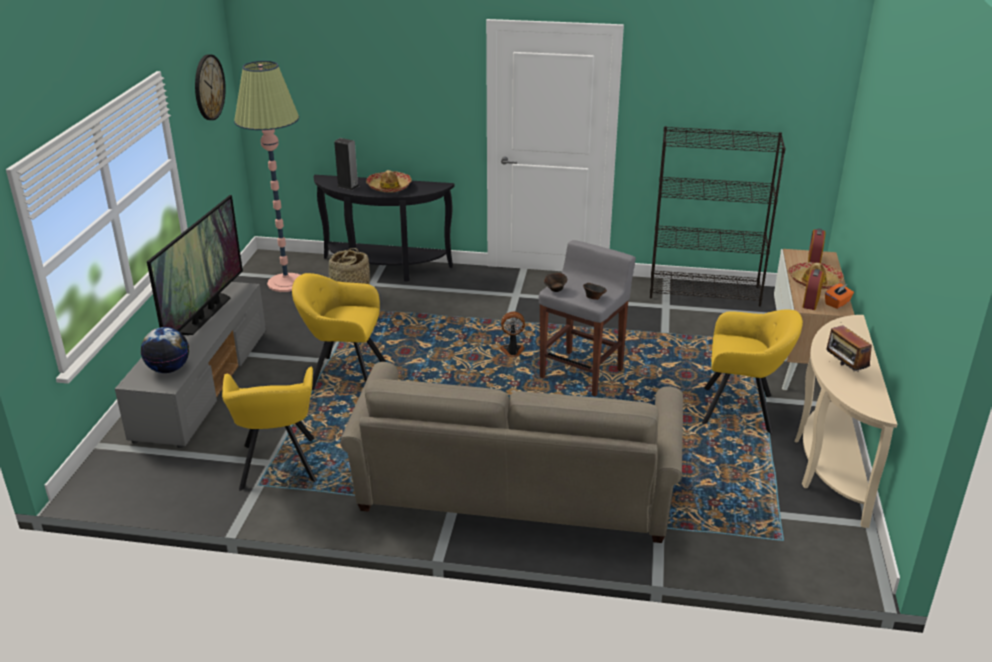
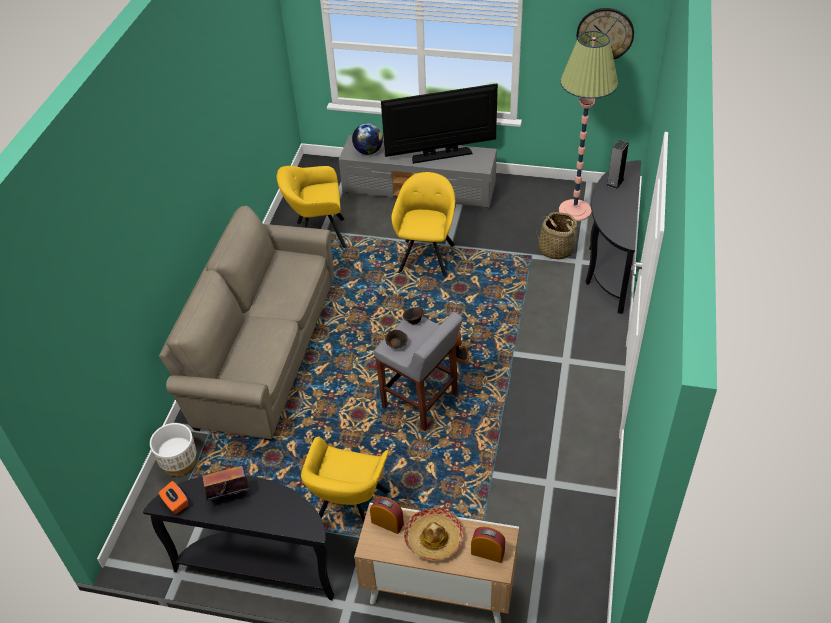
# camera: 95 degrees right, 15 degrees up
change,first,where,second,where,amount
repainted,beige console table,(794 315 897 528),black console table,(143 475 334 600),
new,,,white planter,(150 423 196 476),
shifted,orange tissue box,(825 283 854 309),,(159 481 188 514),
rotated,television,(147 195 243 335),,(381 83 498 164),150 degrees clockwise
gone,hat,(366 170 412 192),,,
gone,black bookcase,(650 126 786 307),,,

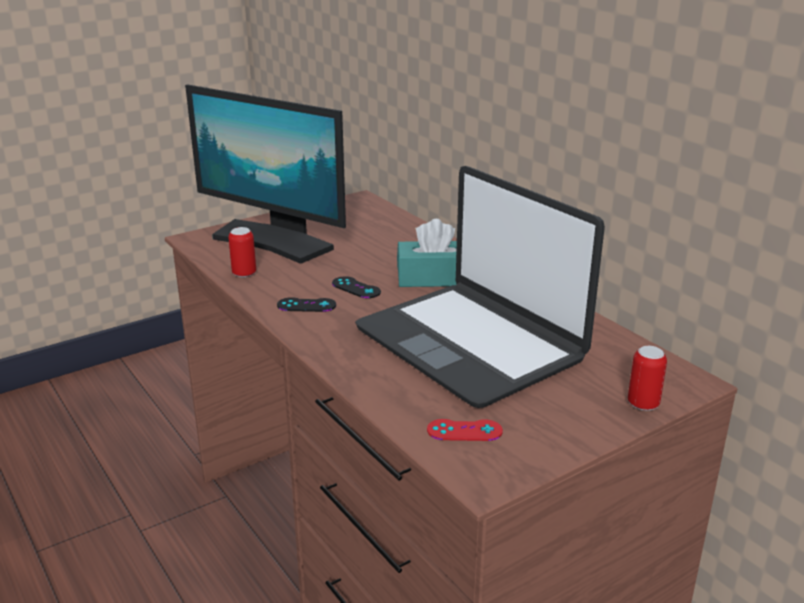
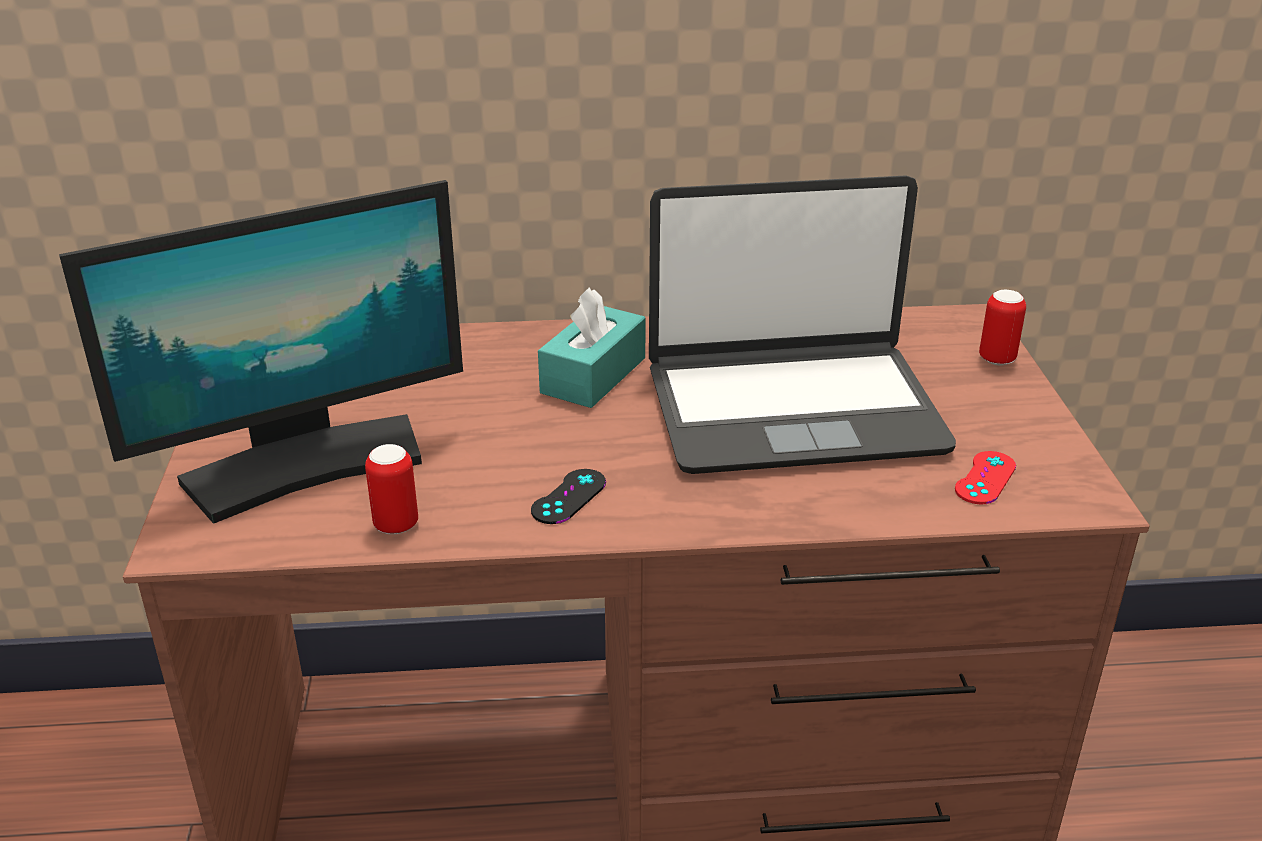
# camera: 60 degrees left, 5 degrees up
change,first,where,second,where,amount
gone,black game controller,(332 276 381 298),,,

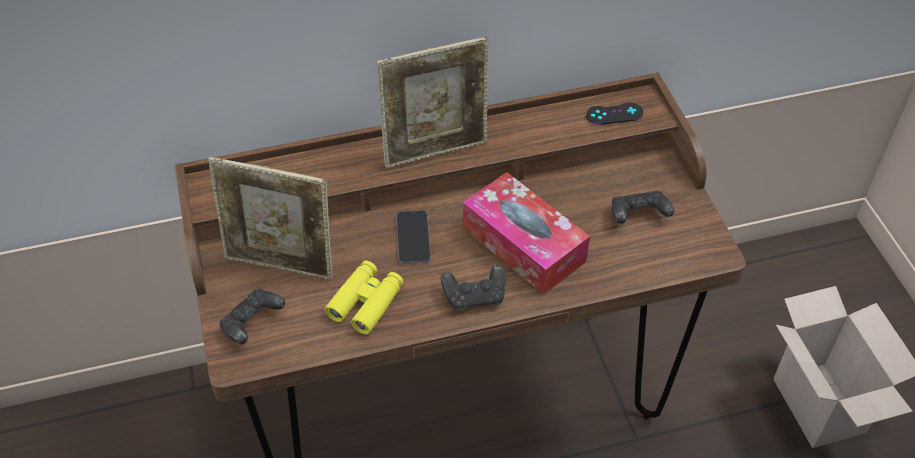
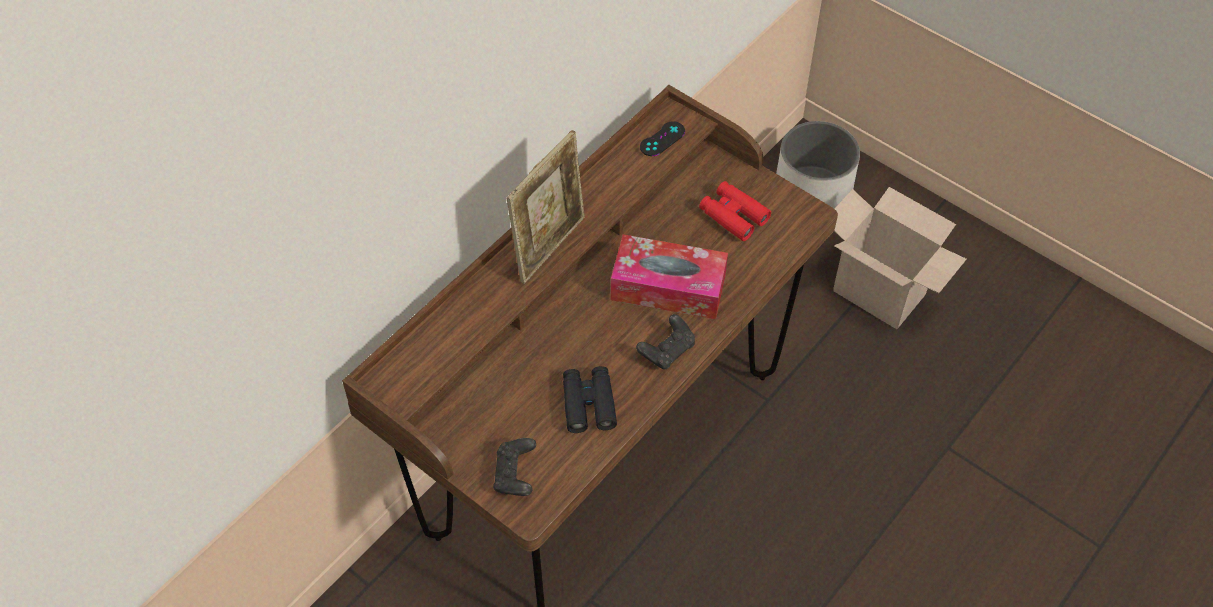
# camera: 35 degrees left, 5 degrees up
change,first,where,second,where,amount
repainted,yellow binoculars,(325 260 404 335),black binoculars,(563 366 617 433),
swapped,black game controller,(612 191 674 224),red binoculars,(699 181 771 241),
new,,,white planter,(776 121 860 209),
gone,picture frame,(208 157 333 280),,,
gone,phone,(396 210 431 264),,,

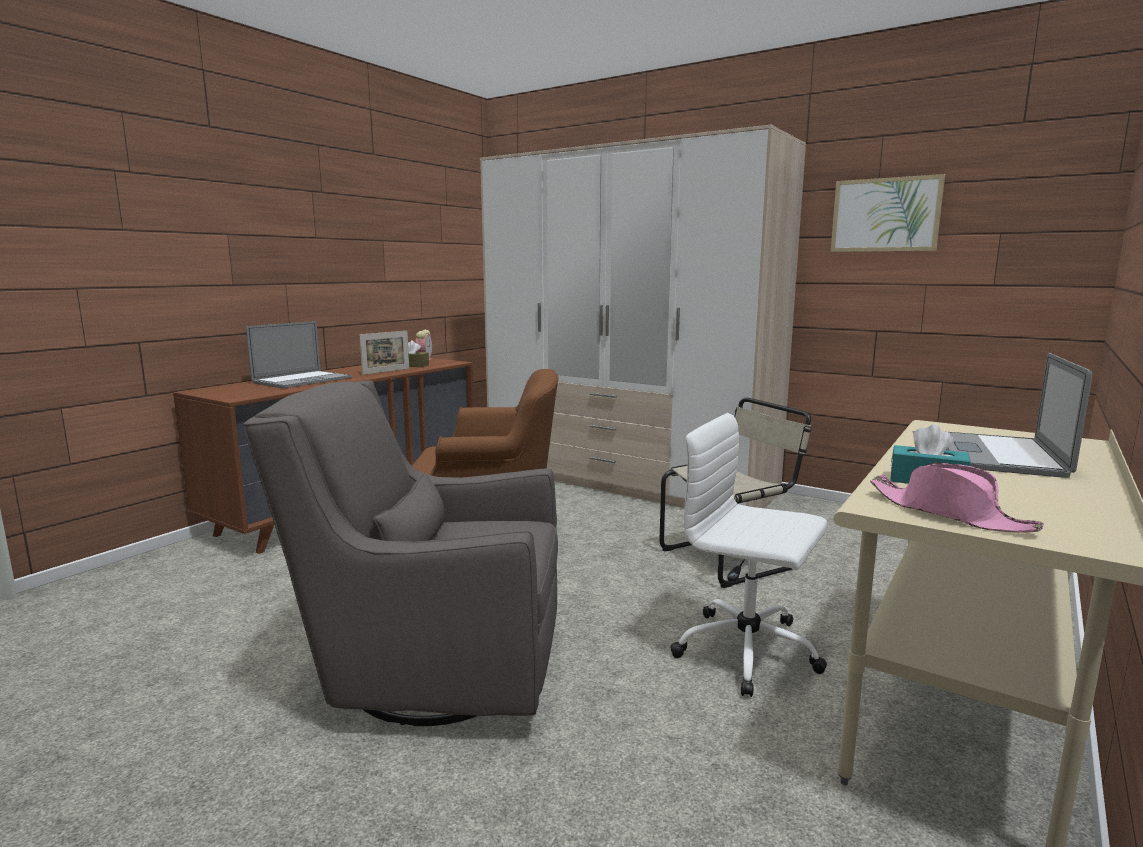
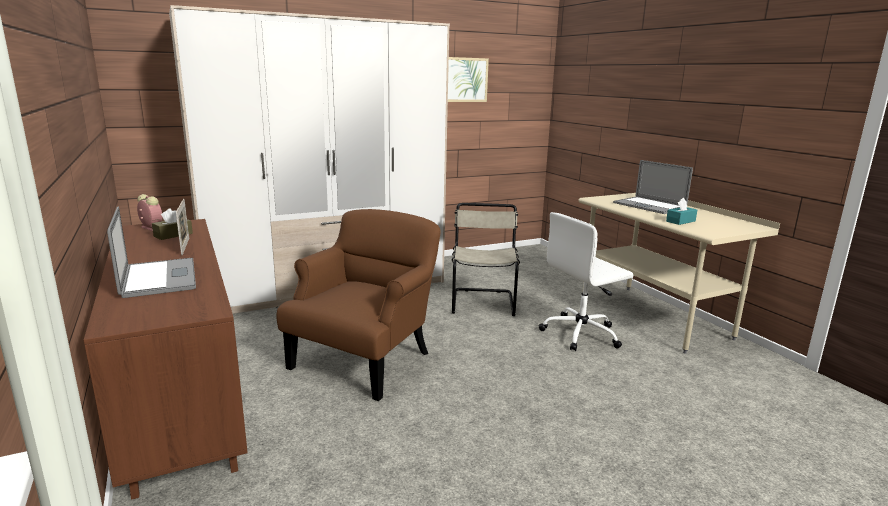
# camera: 60 degrees left, 5 degrees up
change,first,where,second,where,amount
gone,grey armchair,(243 380 558 726),,,
gone,pink hat,(870 463 1044 533),,,

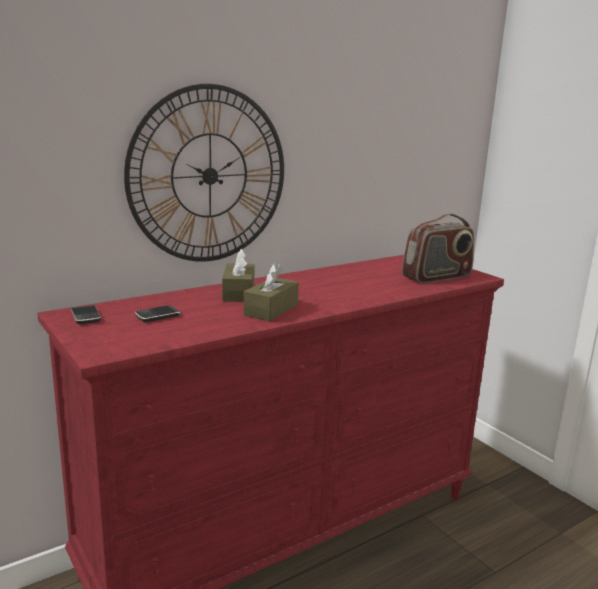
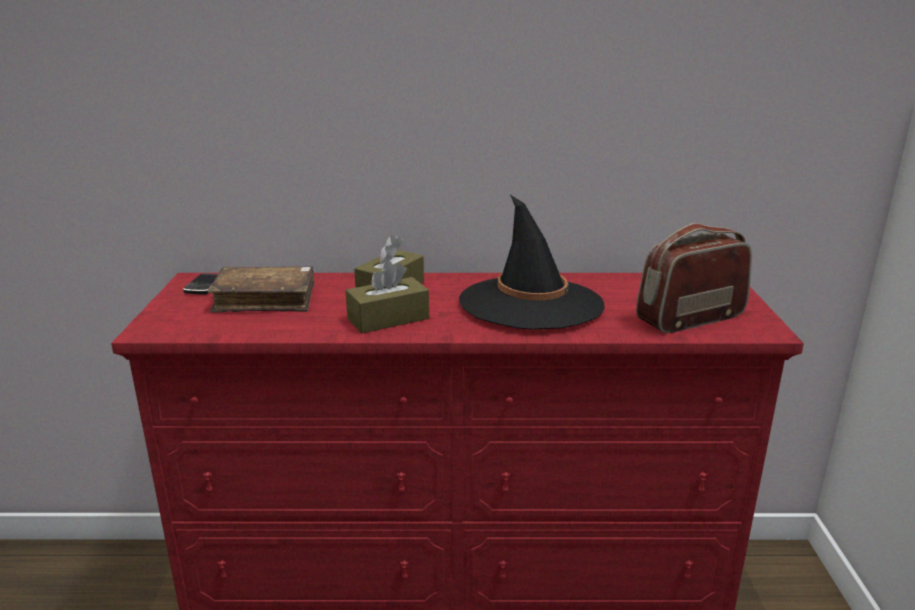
# camera: 35 degrees right, 5 degrees up
change,first,where,second,where,amount
swapped,phone,(135 305 182 322),brown book,(208 266 314 312),
new,,,black hat,(459 195 605 330),
rotated,radio,(402 214 474 283),,(636 223 752 333),150 degrees clockwise
gone,wall clock,(124 84 284 262),,,

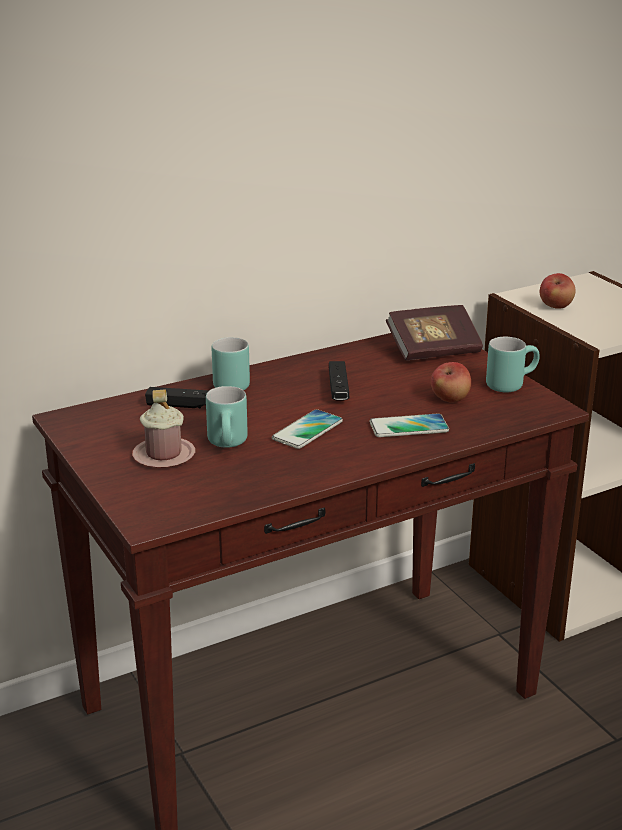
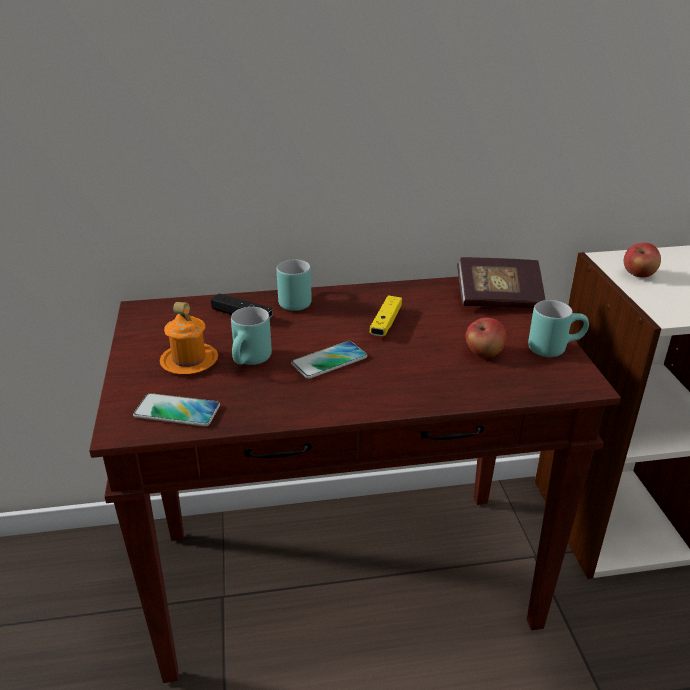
# camera: 20 degrees right, 5 degrees up
change,first,where,second,where,amount
shifted,phone,(369 413 449 437),,(133 393 220 427),
repainted,pink mug,(132 390 195 468),orange mug,(159 302 218 375),
repainted,black game controller,(329 361 349 401),yellow game controller,(370 295 402 336),

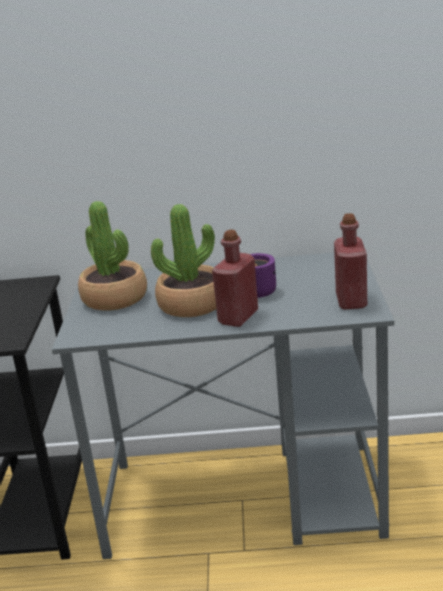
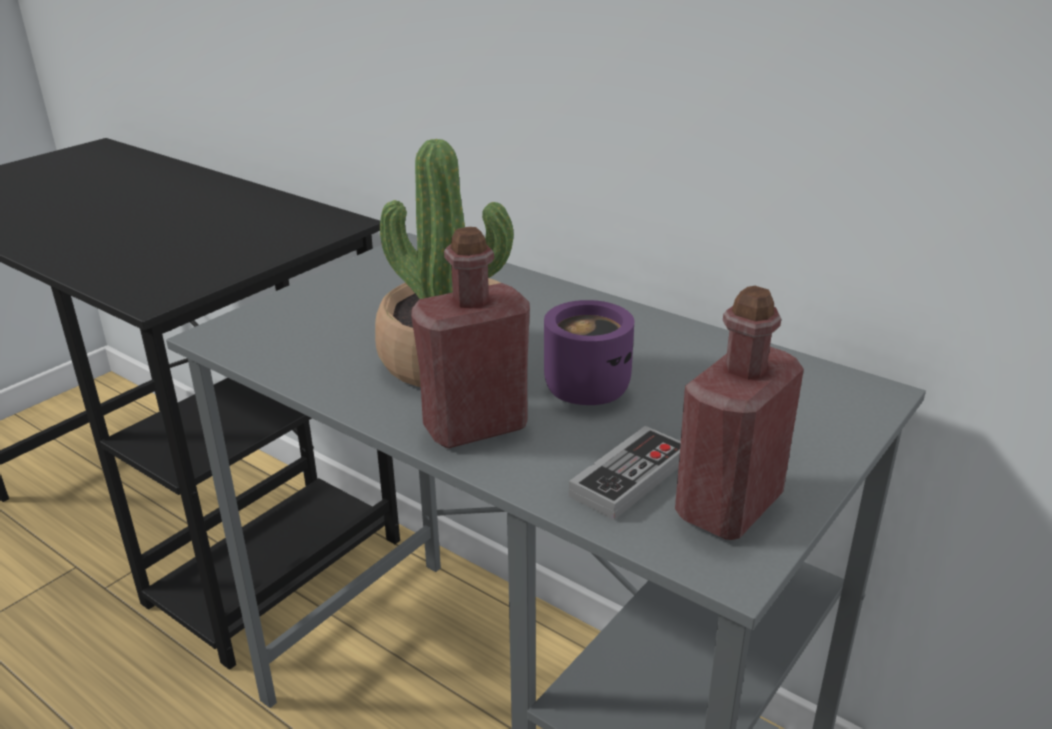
# camera: 35 degrees right, 5 degrees up
change,first,where,second,where,amount
new,,,game controller,(569 426 681 520),
gone,potted plant,(78 201 147 311),,,

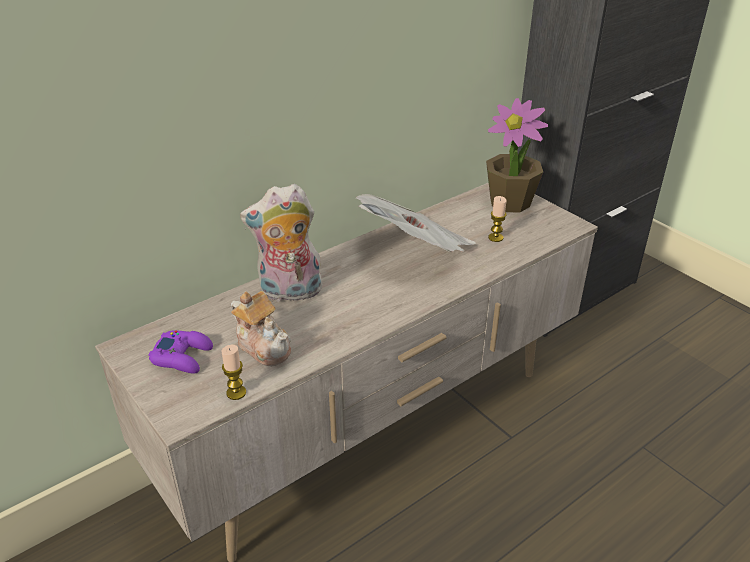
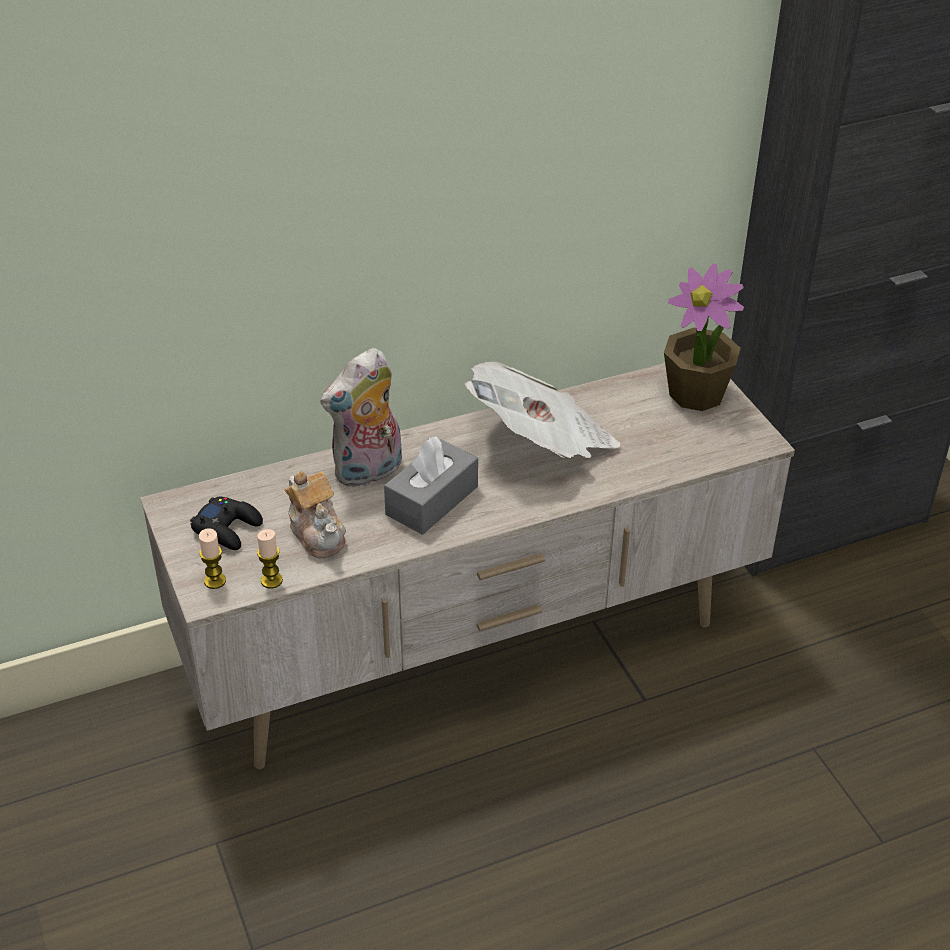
# camera: 15 degrees right, 5 degrees up
change,first,where,second,where,amount
repainted,purple game controller,(148 330 213 374),black game controller,(190 497 263 550),
shifted,candle,(488 196 507 242),,(199 528 226 589),
rotated,plush toy,(240 184 322 302),,(320 348 402 487),45 degrees counterclockwise
new,,,grey tissue box,(384 436 478 535),

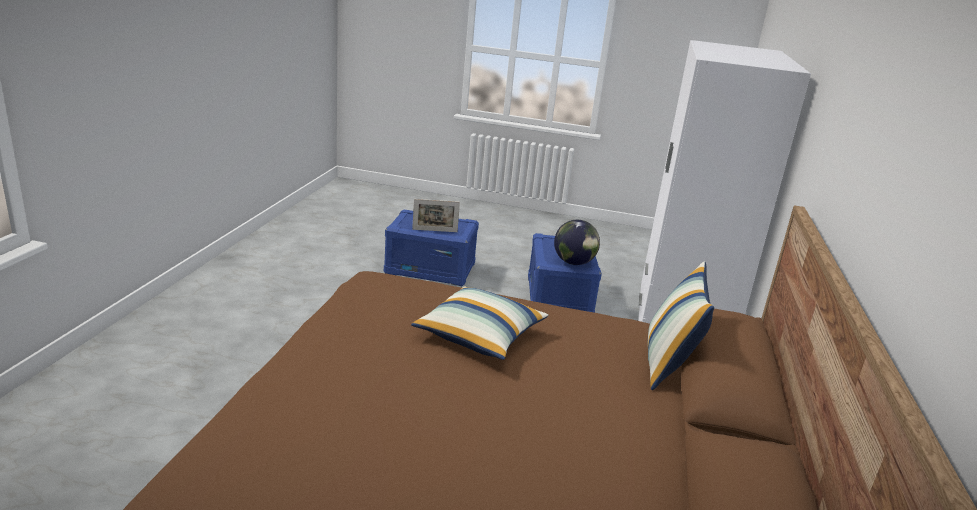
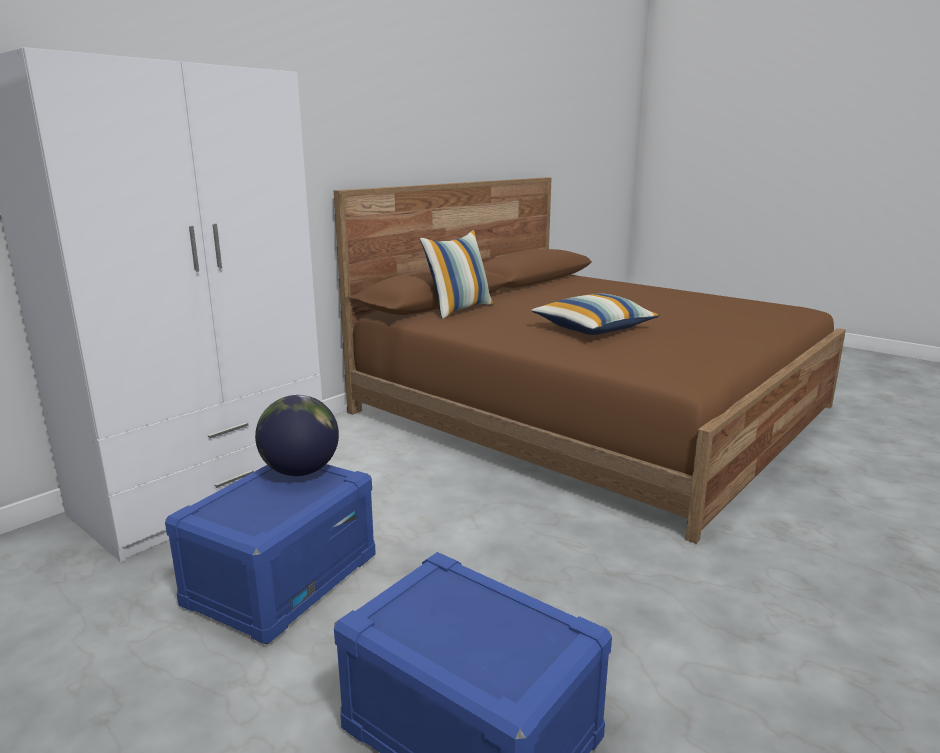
# camera: 150 degrees left, 5 degrees down
change,first,where,second,where,amount
gone,picture frame,(412 199 460 232),,,

